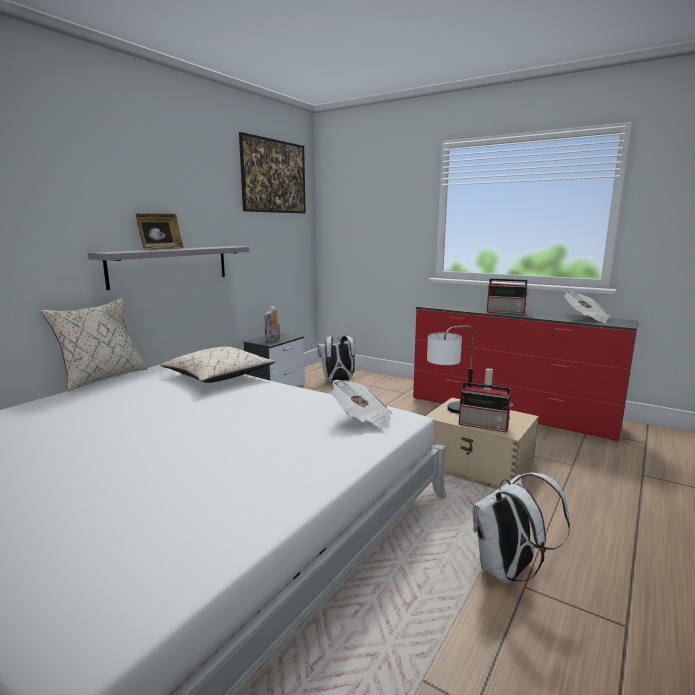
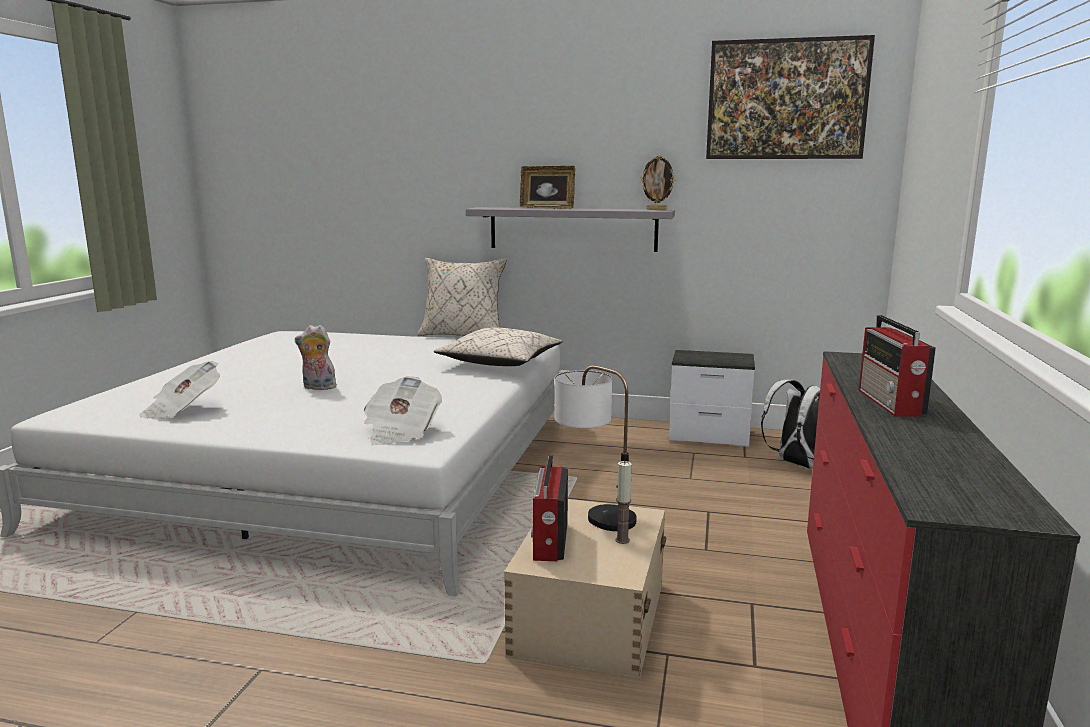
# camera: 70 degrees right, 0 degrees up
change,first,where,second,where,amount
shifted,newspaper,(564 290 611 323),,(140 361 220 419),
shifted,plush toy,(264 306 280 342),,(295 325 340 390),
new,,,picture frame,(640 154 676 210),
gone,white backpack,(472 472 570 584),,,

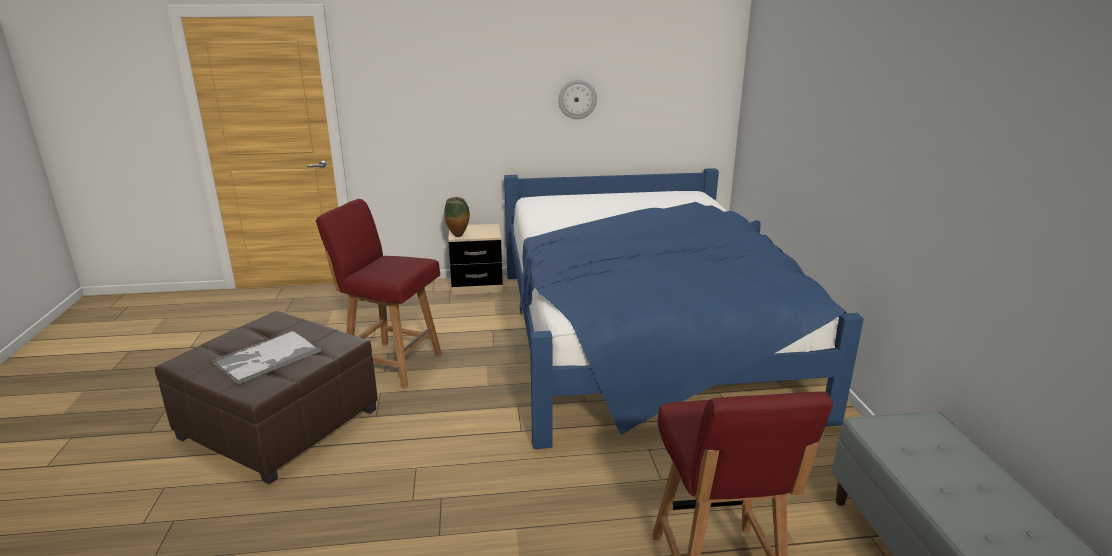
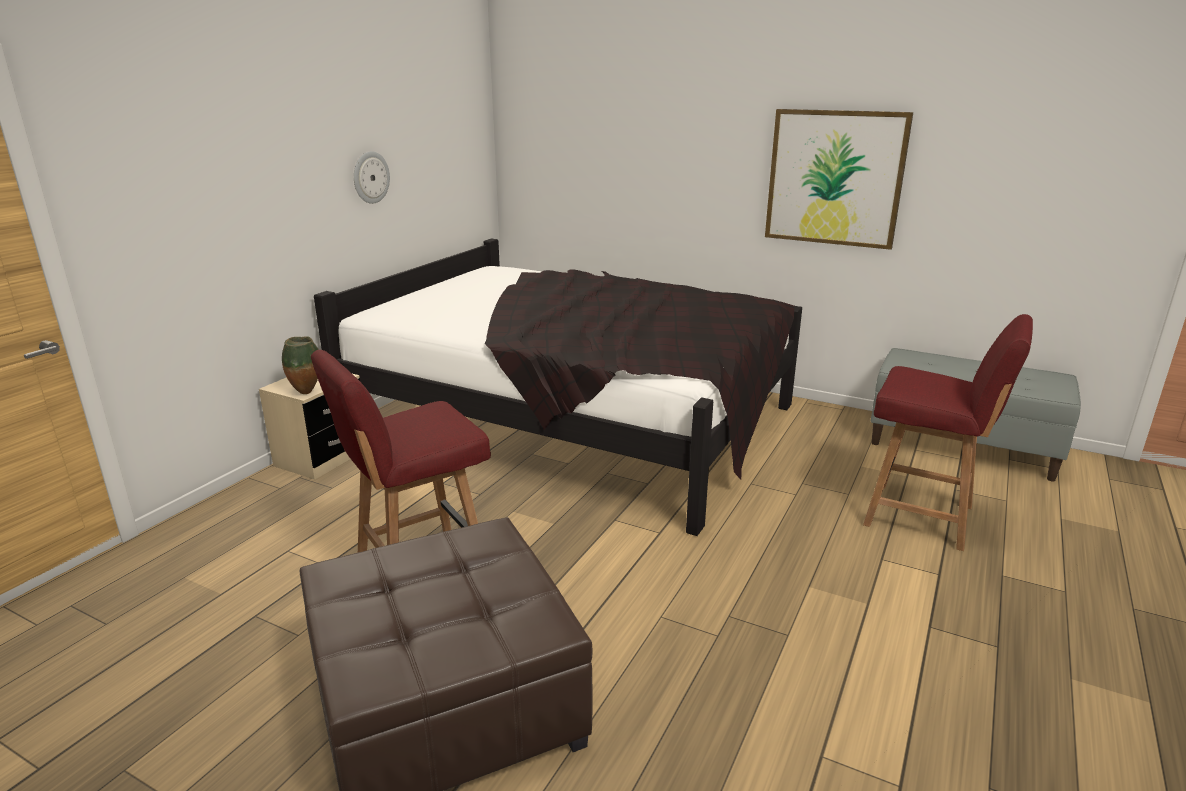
# camera: 55 degrees left, 0 degrees up
change,first,where,second,where,amount
repainted,blue bed,(504 168 864 449),black bed,(314 239 802 536),
new,,,picture,(765 109 913 250),
gone,tray,(213 330 321 385),,,

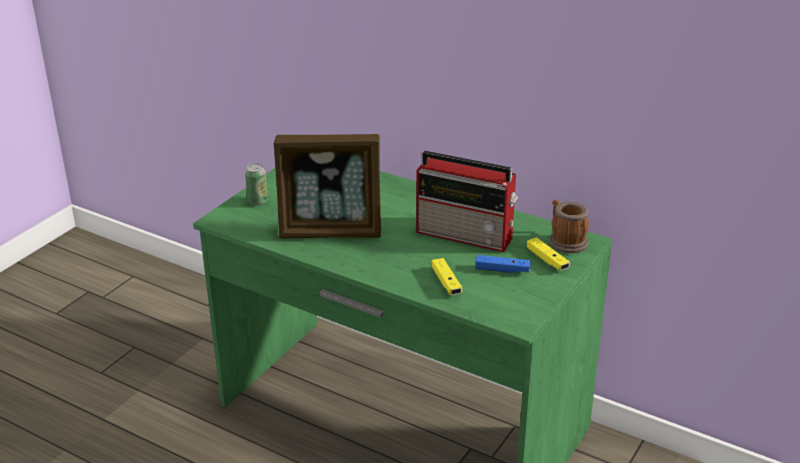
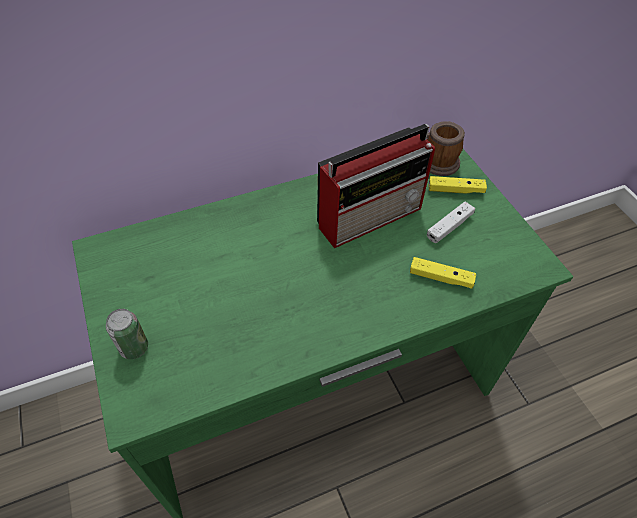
# camera: 55 degrees left, 20 degrees up
change,first,where,second,where,amount
repainted,blue game controller,(475 255 531 273),white game controller,(427 202 475 243),
gone,picture frame,(274 134 381 238),,,

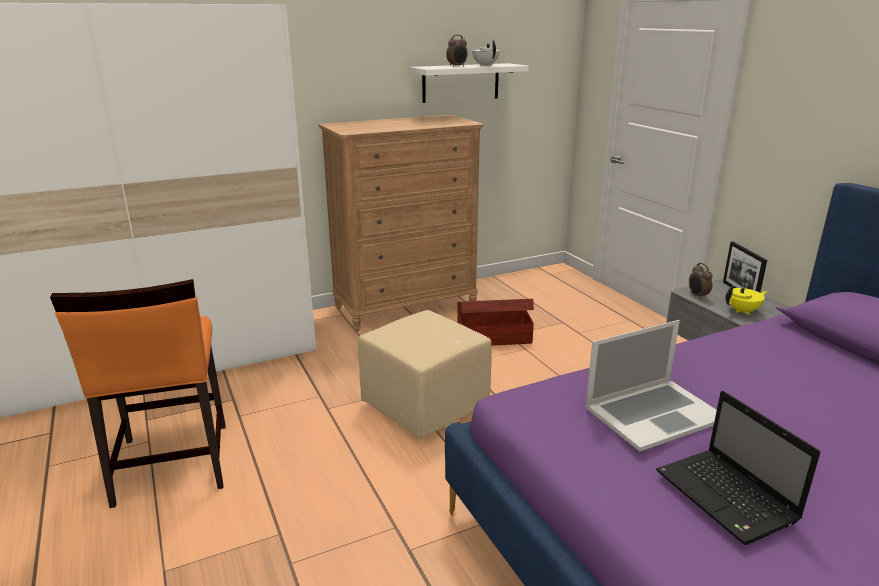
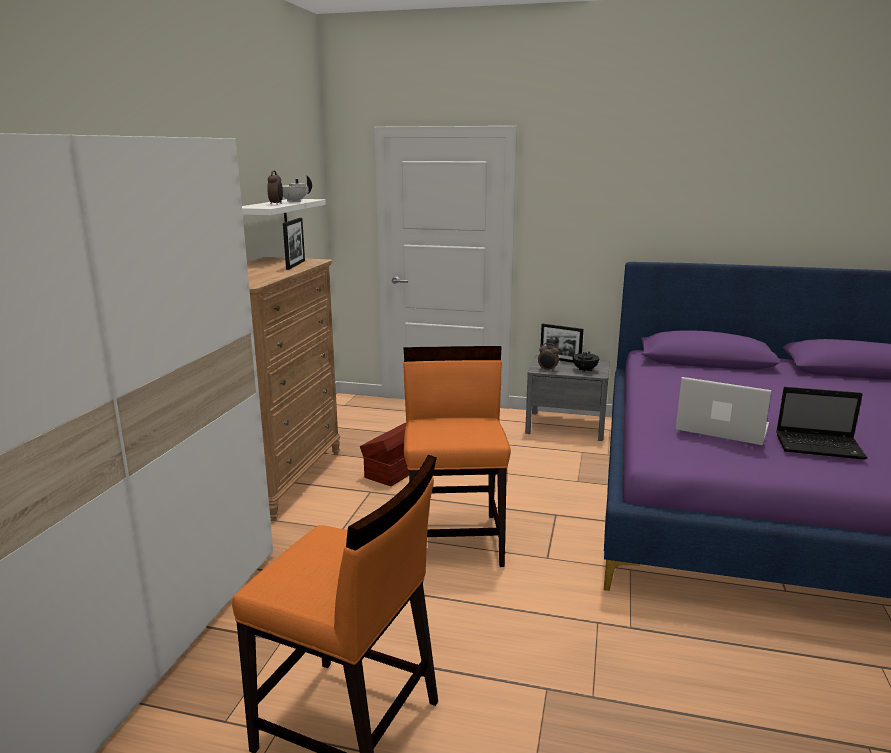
# camera: 50 degrees left, 5 degrees down
change,first,where,second,where,amount
new,,,picture frame,(283 218 305 270),
swapped,beige ottoman,(358 310 492 439),orange chair,(403 346 511 567),
repainted,yellow teapot,(725 285 768 315),black teapot,(573 352 599 372),
rotated,laptop,(585 320 717 452),,(676 377 772 445),75 degrees counterclockwise

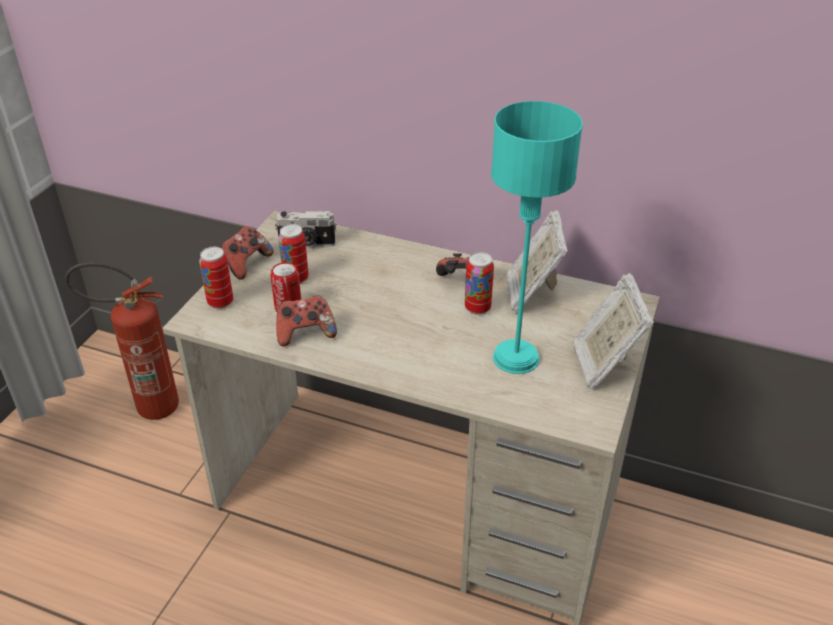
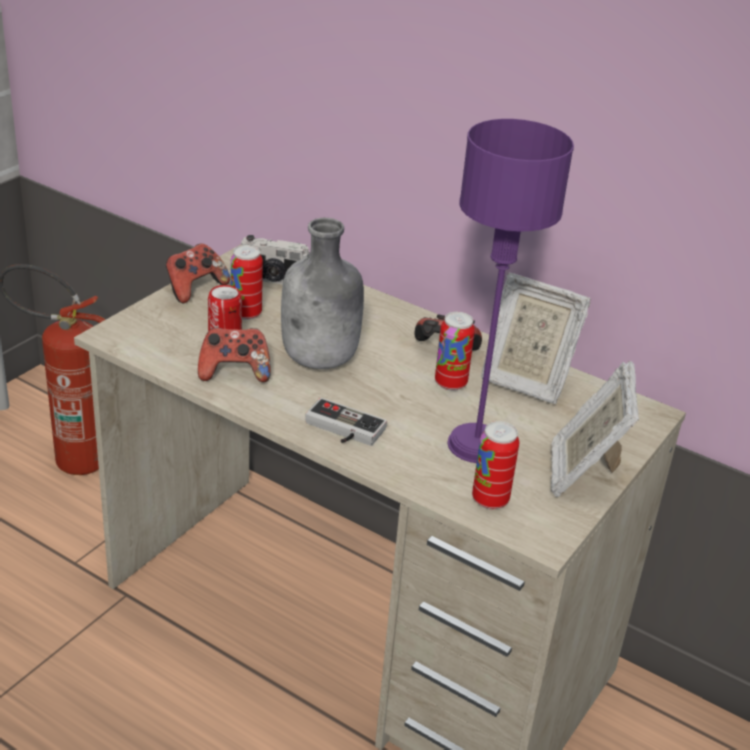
# camera: 10 degrees right, 5 degrees down
change,first,where,second,where,amount
new,,,grey bottle,(281 218 364 369),
new,,,game controller,(305 398 387 446),
repainted,turquoise table lamp,(491 101 583 374),purple table lamp,(448 119 574 463),
shifted,can,(199 247 233 309),,(472 421 519 509),
rotated,picture frame,(507 210 568 313),,(481 273 591 404),75 degrees counterclockwise

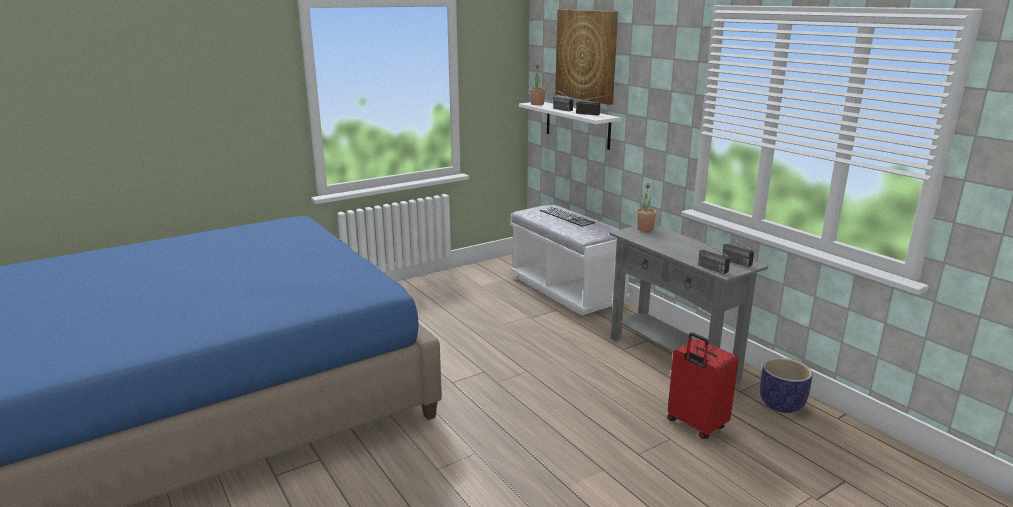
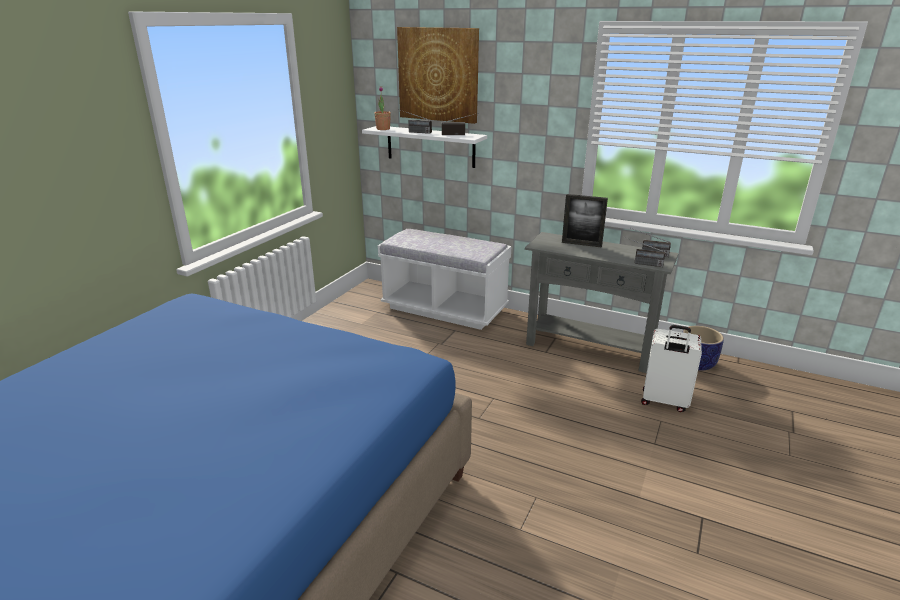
# camera: 30 degrees left, 5 degrees up
change,first,where,second,where,amount
new,,,picture frame,(562 194 608 248),
repainted,red suitcase,(667 332 739 439),white suitcase,(641 325 702 412),
gone,keyboard,(540 207 595 227),,,
gone,potted plant,(637 182 656 232),,,

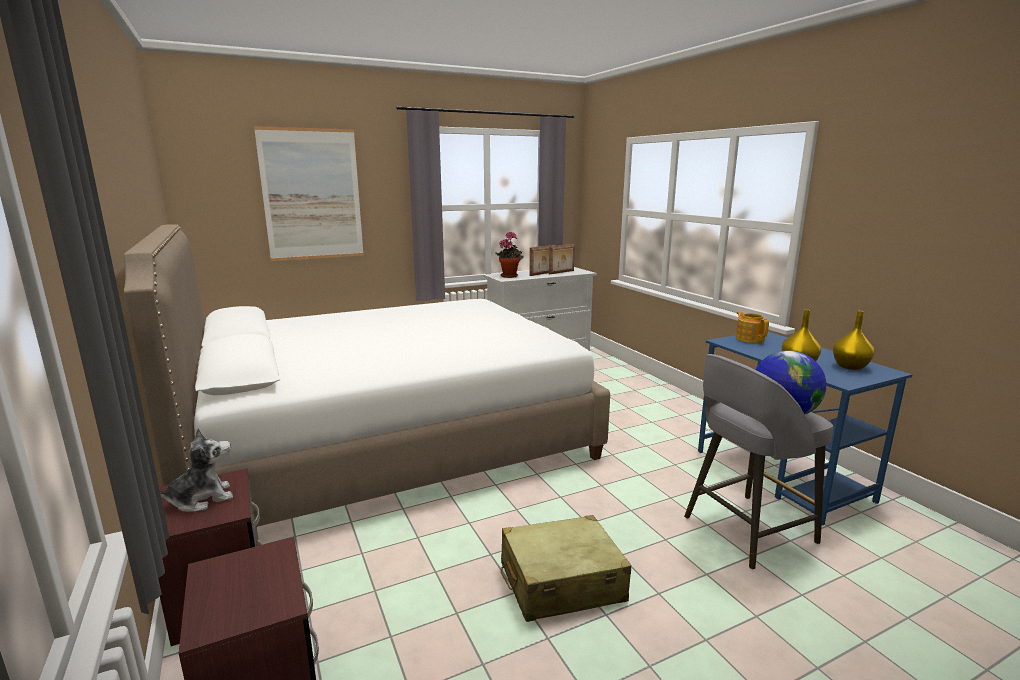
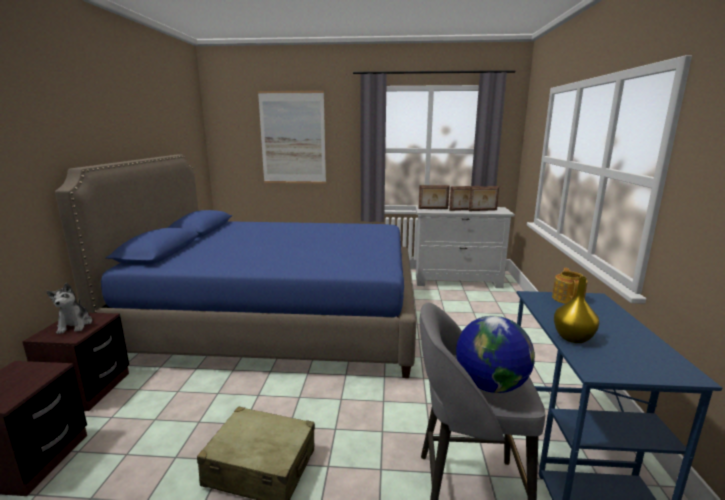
# camera: 30 degrees right, 0 degrees up
change,first,where,second,where,amount
rotated,plush toy,(160 428 233 512),,(46 283 92 334),75 degrees clockwise
repainted,white bed,(124 224 610 527),blue bed,(55 155 416 378),
swapped,potted plant,(495 232 523 278),picture frame,(419 185 450 209),
gone,yellow vase,(833 311 875 370),,,

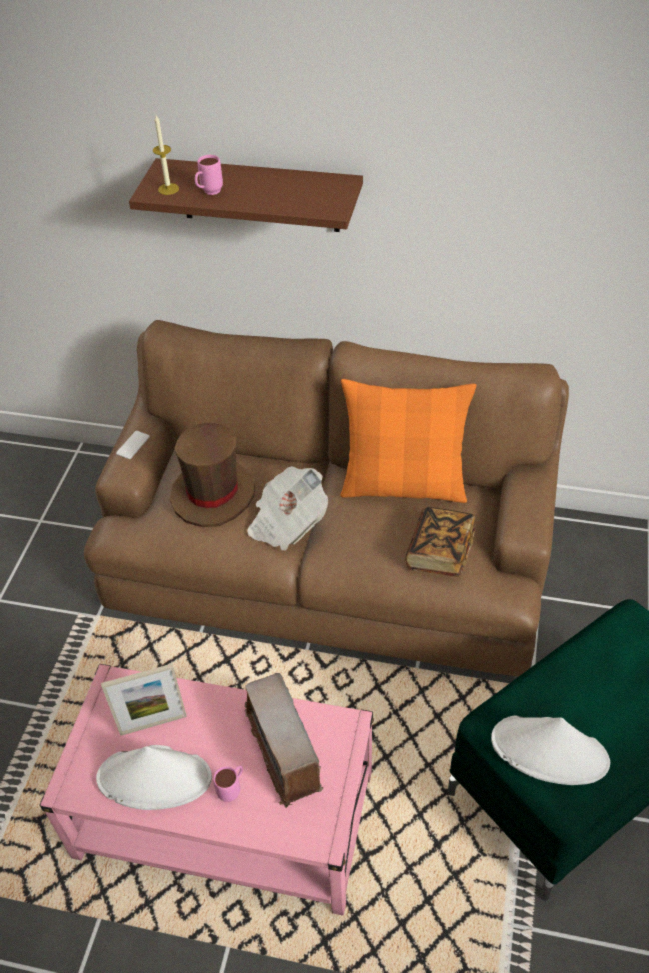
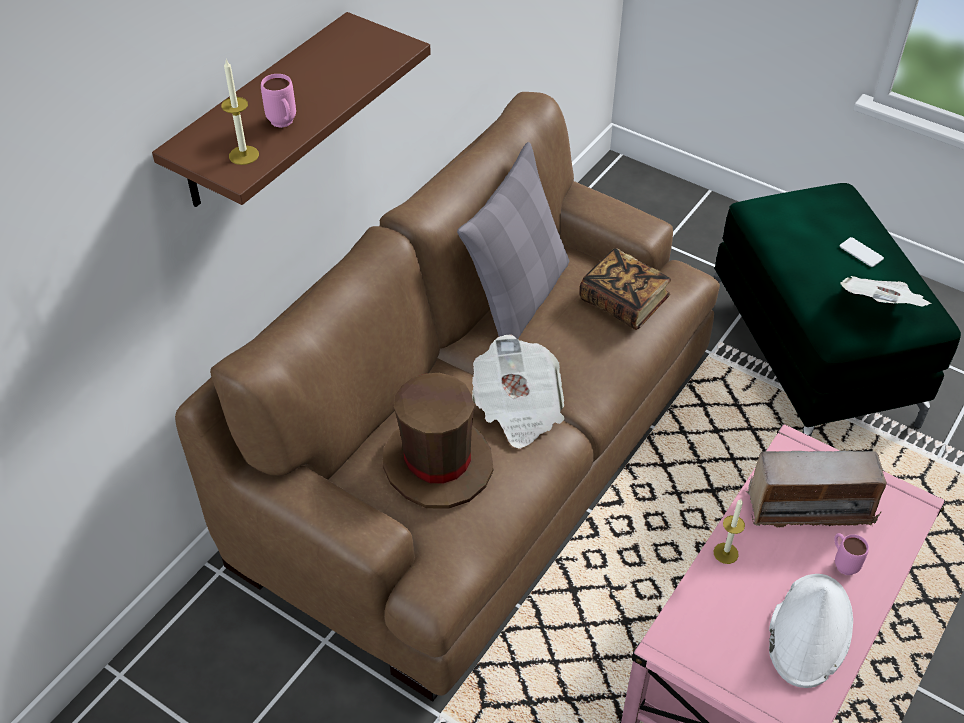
# camera: 70 degrees left, 0 degrees up
change,first,where,second,where,amount
repainted,orange pillow,(340 379 476 503),grey pillow,(457 142 569 339),
new,,,candle,(714 499 745 564),
shifted,phone,(116 431 150 459),,(839 237 884 267),
swapped,white hat,(491 715 610 785),newspaper,(841 276 931 307),
gone,picture frame,(101 664 187 736),,,

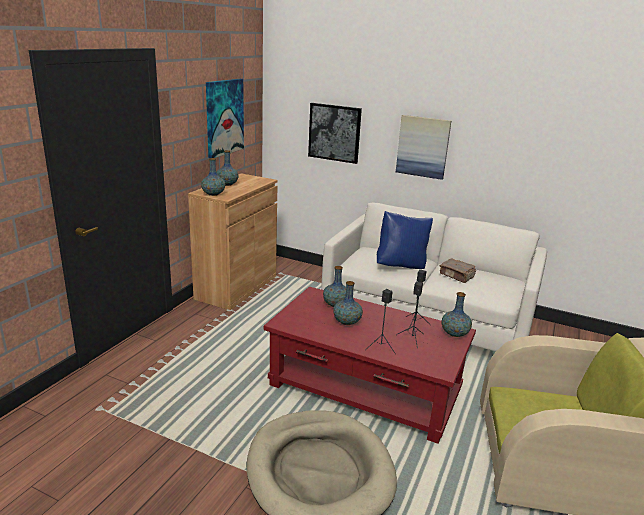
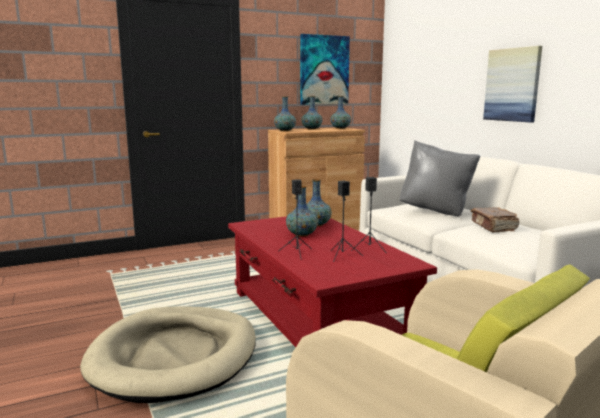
# camera: 40 degrees right, 10 degrees down
change,first,where,second,where,amount
shifted,vase,(442 292 472 337),,(330 96 351 129),
repainted,blue pillow,(377 211 433 269),grey pillow,(400 140 481 216),
gone,picture,(308 103 362 164),,,

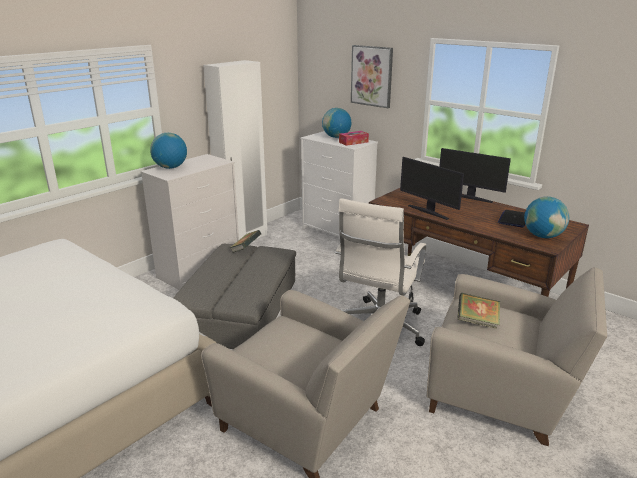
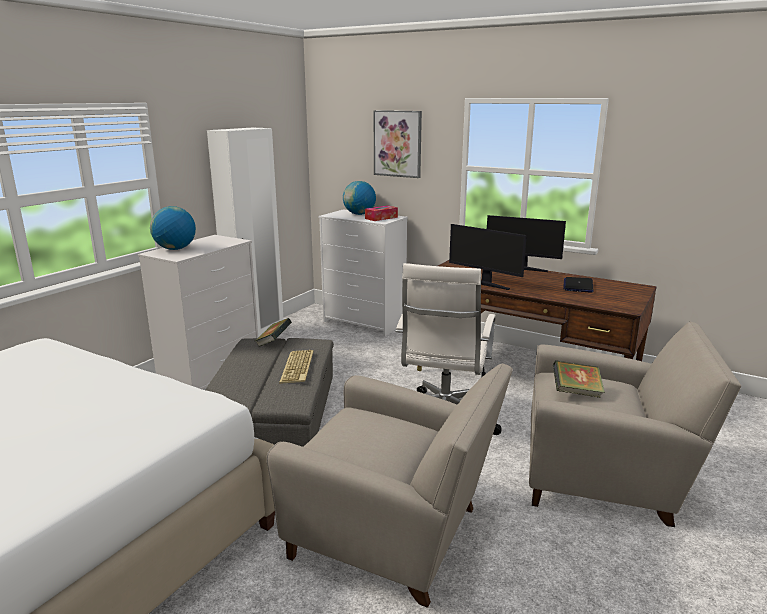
# camera: 10 degrees left, 5 degrees down
change,first,where,second,where,amount
new,,,keyboard,(279 350 313 384),
gone,globe,(524 197 570 238),,,

